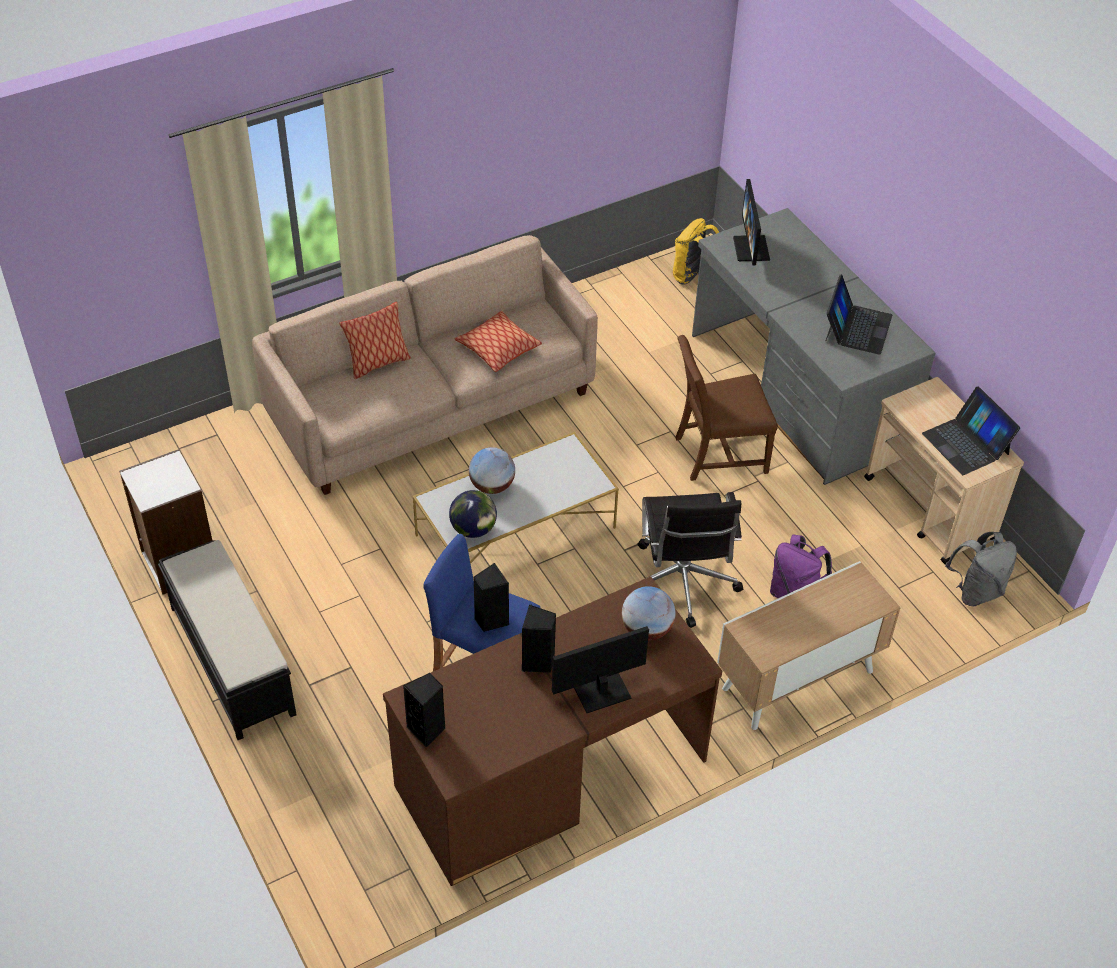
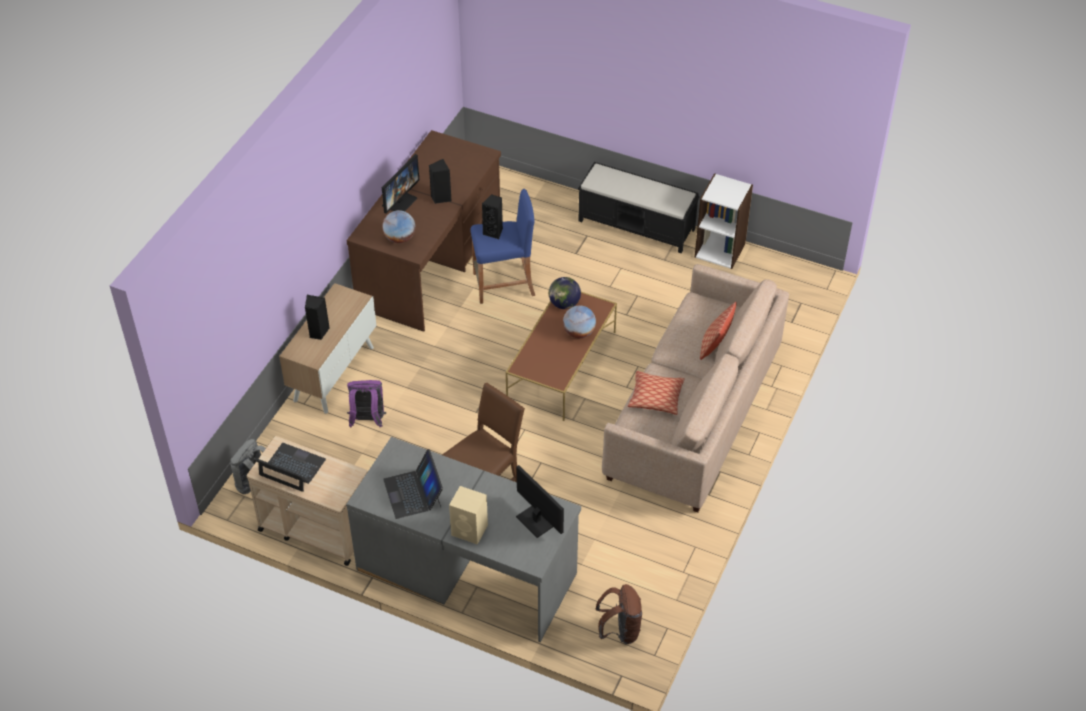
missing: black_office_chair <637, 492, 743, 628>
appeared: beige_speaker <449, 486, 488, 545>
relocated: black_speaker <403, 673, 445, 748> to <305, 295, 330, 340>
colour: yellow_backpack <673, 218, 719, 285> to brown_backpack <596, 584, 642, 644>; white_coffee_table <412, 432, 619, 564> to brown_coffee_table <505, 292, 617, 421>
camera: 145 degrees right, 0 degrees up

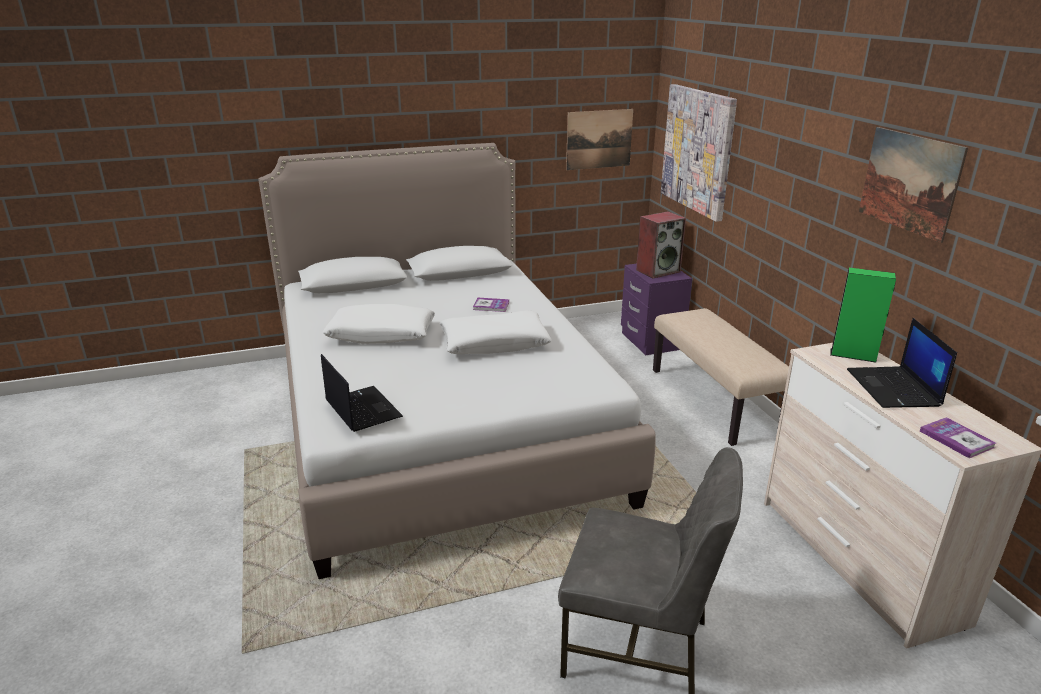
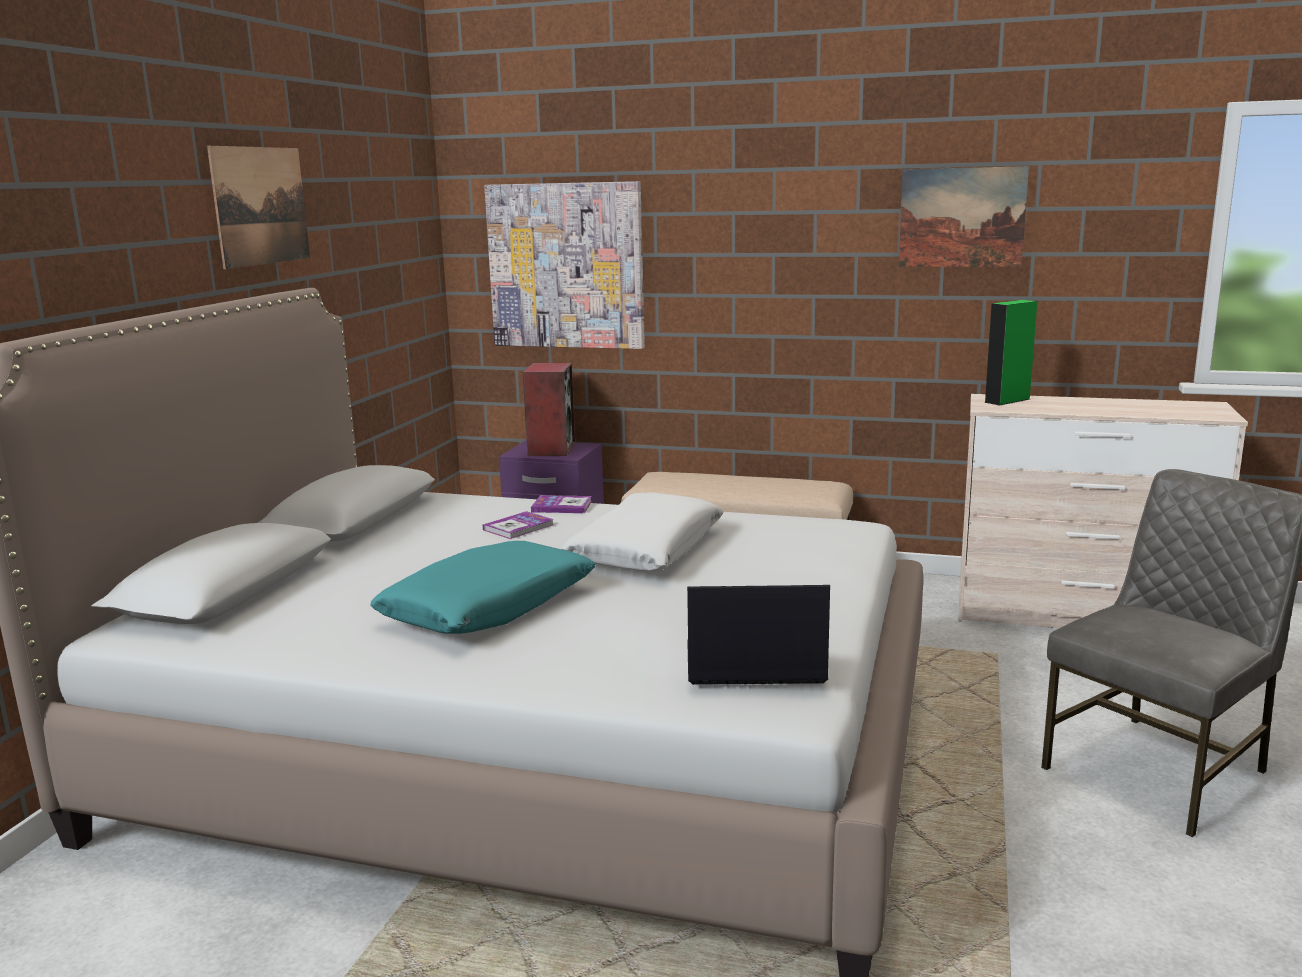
missing: laptop <847, 318, 957, 408>
relocated: picture <566, 109, 633, 170> to <207, 146, 310, 269>; book <920, 417, 996, 458> to <531, 495, 592, 513>
colour: white_pillow <322, 304, 435, 344> to turquoise_pillow <370, 541, 596, 634>
camera: 55 degrees left, 10 degrees down

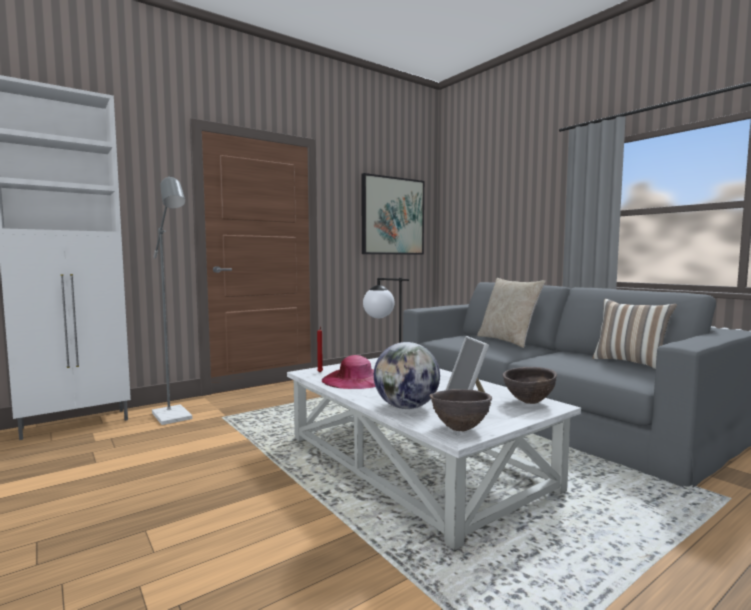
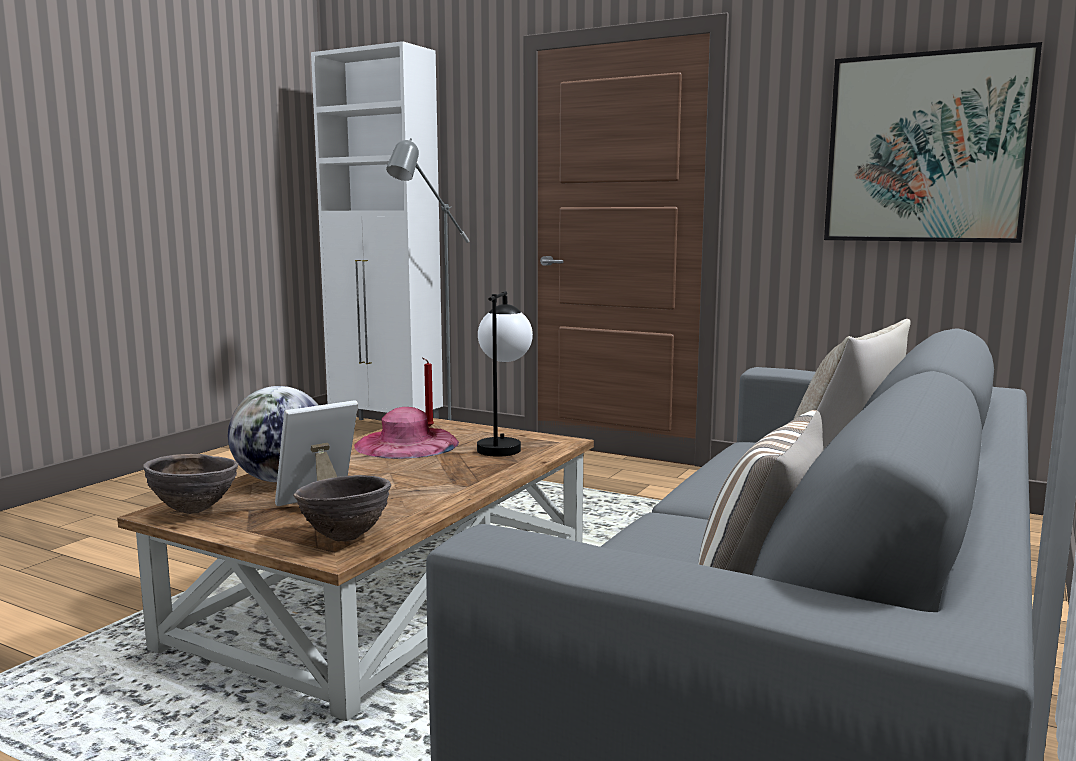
colour: white_coffee_table <287, 358, 581, 550> to brown_coffee_table <117, 418, 594, 721>
camera: 65 degrees right, 5 degrees up

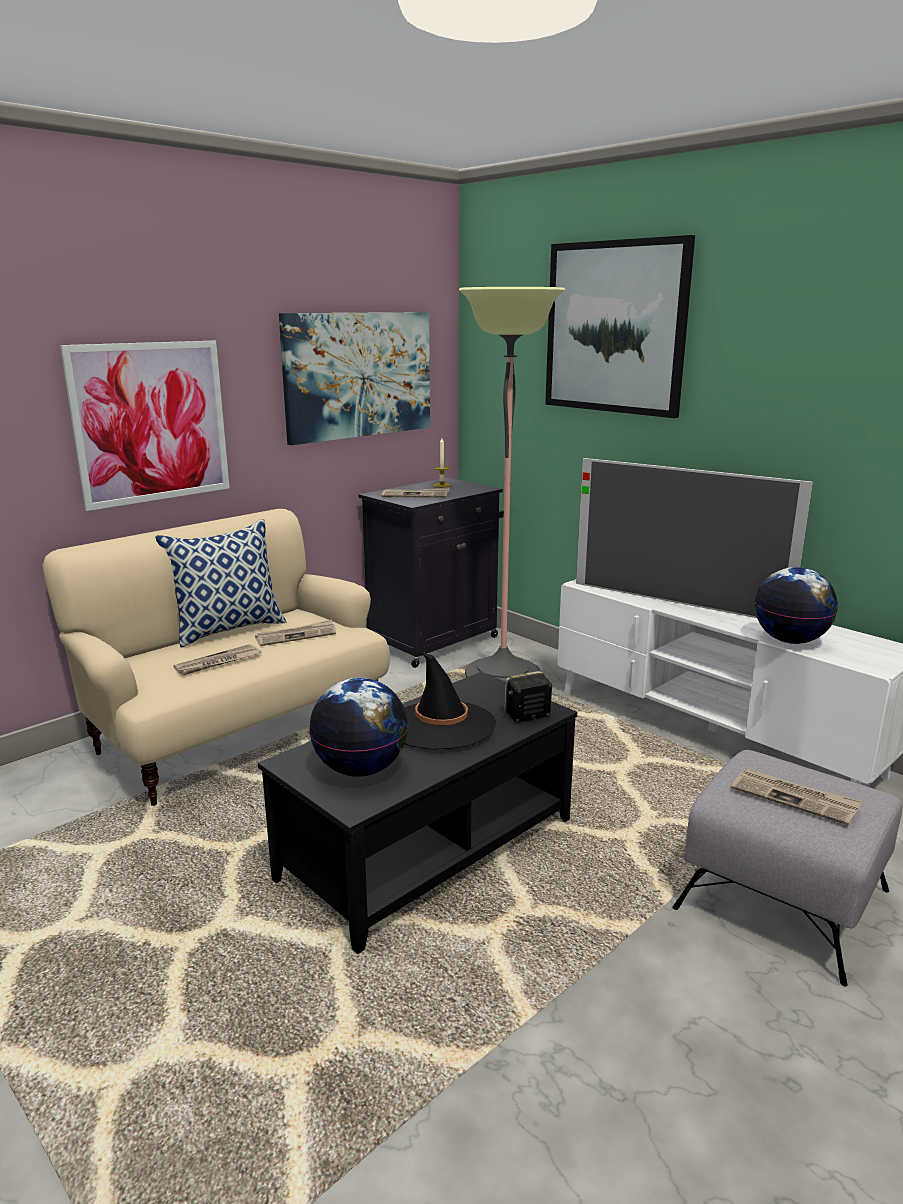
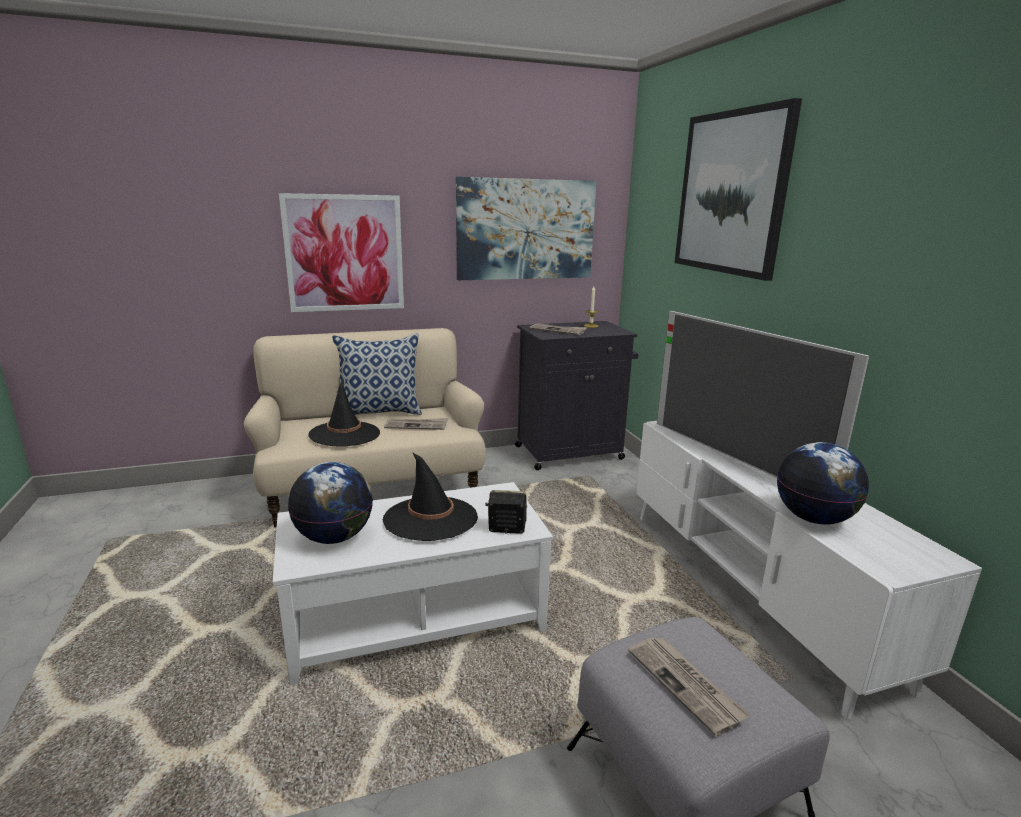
missing: floor_lamp <459, 287, 565, 682>
exchanged: newspaper <174, 644, 261, 675> to black_hat <308, 381, 380, 447>
colour: black_coffee_table <258, 672, 577, 954> to white_coffee_table <273, 482, 553, 685>
camera: 25 degrees right, 0 degrees up

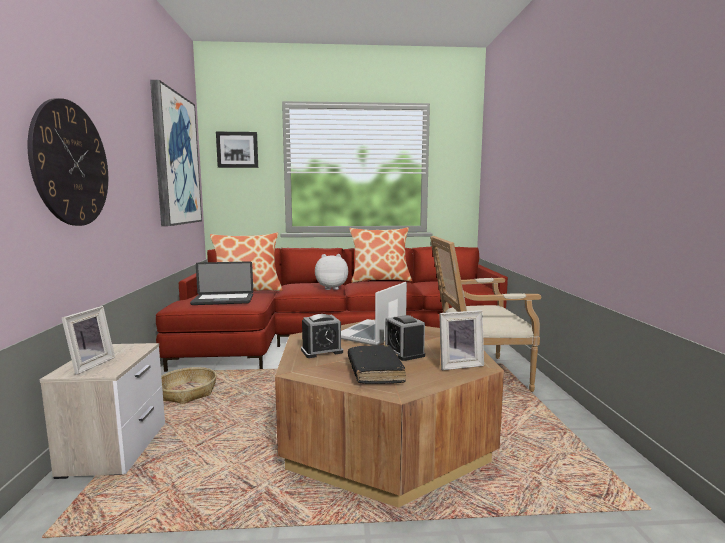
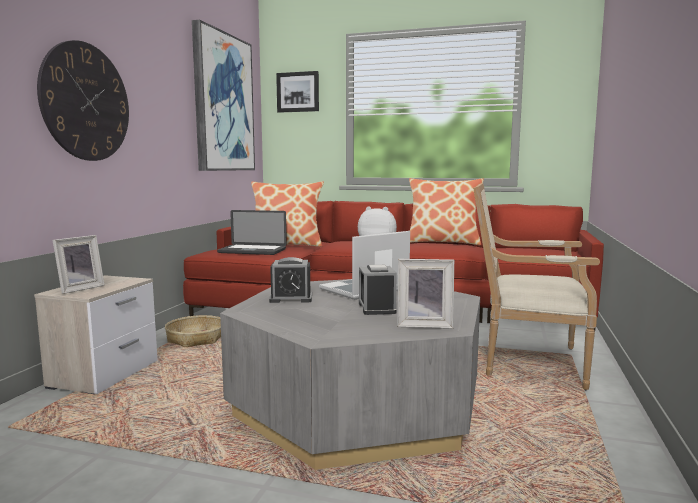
missing: black_book <348, 345, 406, 384>
colour: brown_coffee_table <275, 319, 504, 508> to grey_coffee_table <220, 279, 480, 470>
camera: 20 degrees right, 0 degrees up

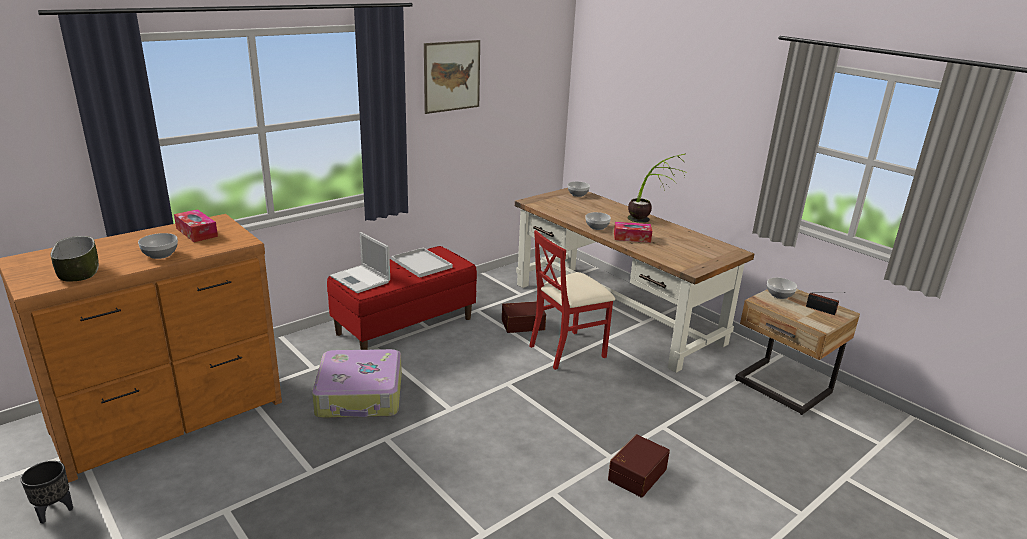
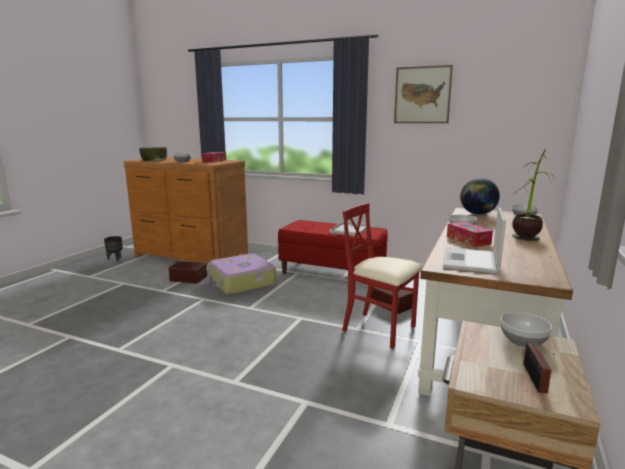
appeared: globe <460, 178, 500, 215>
relocated: laptop <330, 232, 390, 293> to <443, 207, 506, 274>; brown_storage_box <608, 434, 670, 498> to <168, 261, 207, 283>
camera: 65 degrees right, 10 degrees down

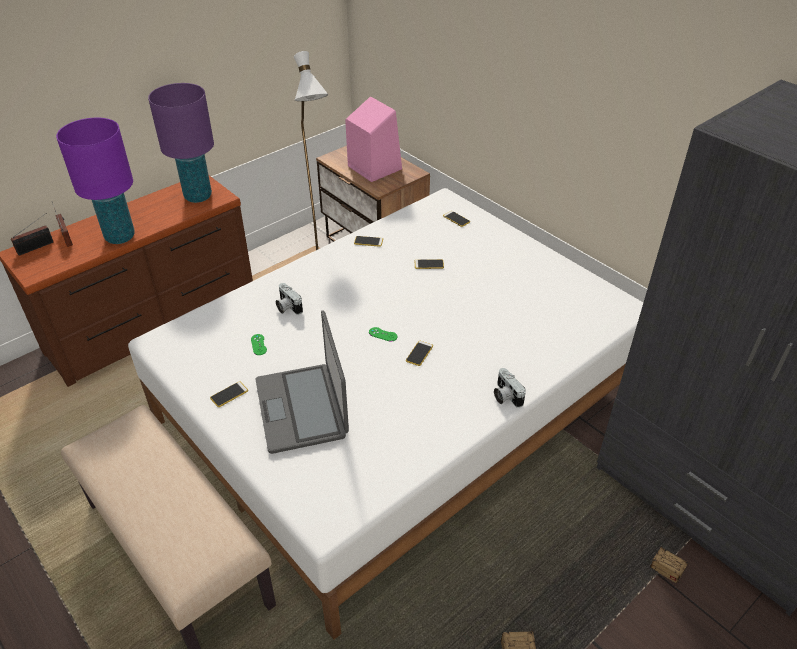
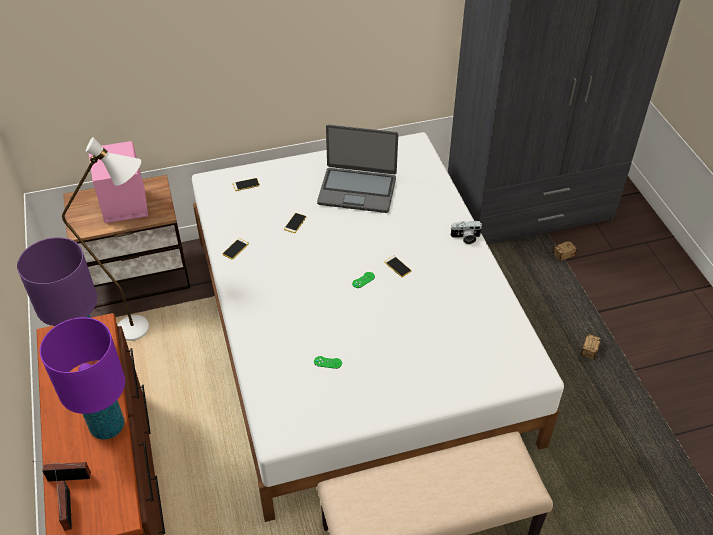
missing: photo_camera <276, 283, 303, 315>; phone <210, 381, 248, 407>
relocated: laptop <255, 310, 349, 454> to <317, 125, 398, 213>
camera: 65 degrees left, 5 degrees up

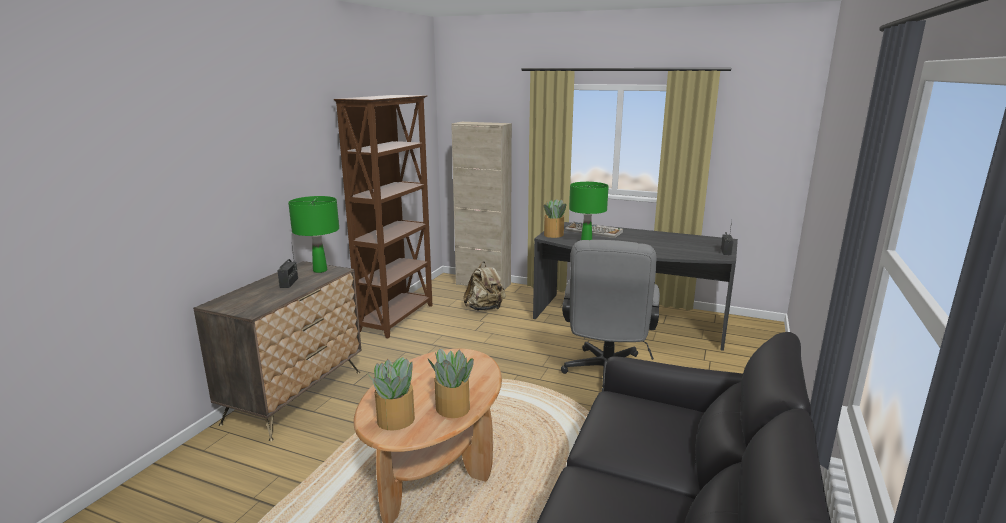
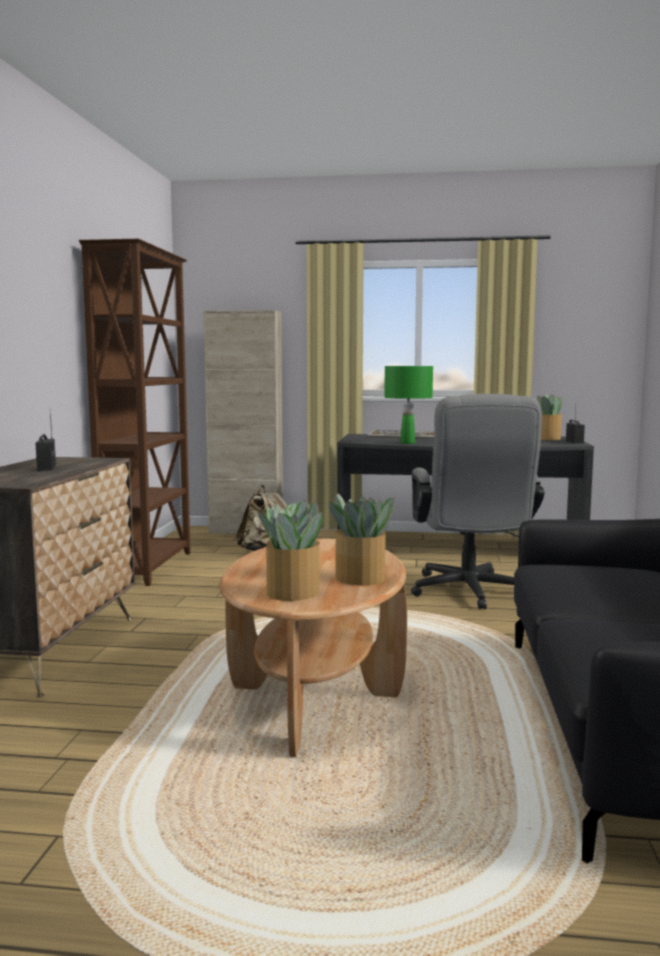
missing: green_table_lamp <288, 196, 339, 273>
relocated: potted_plant <543, 199, 566, 238> to <537, 394, 563, 440>
camera: 15 degrees left, 10 degrees down

